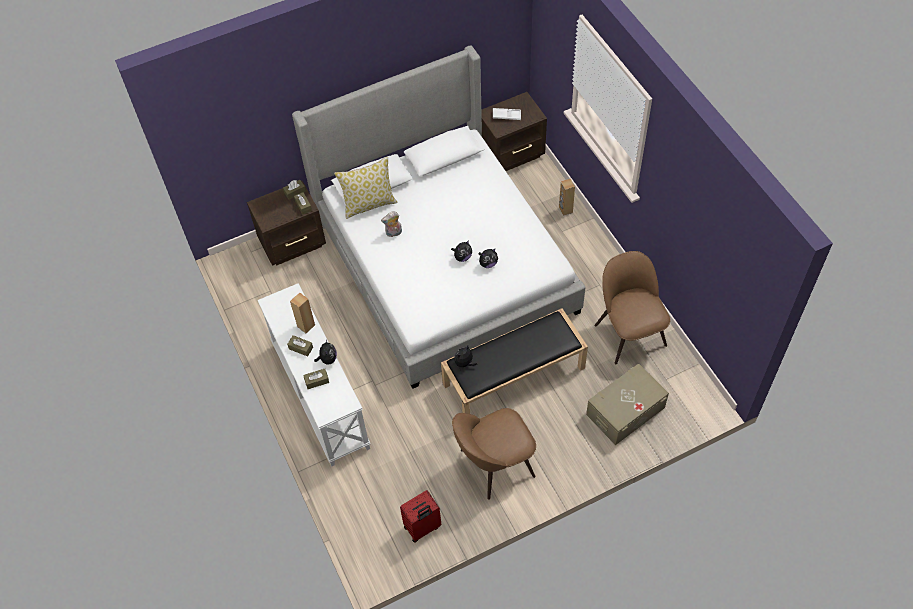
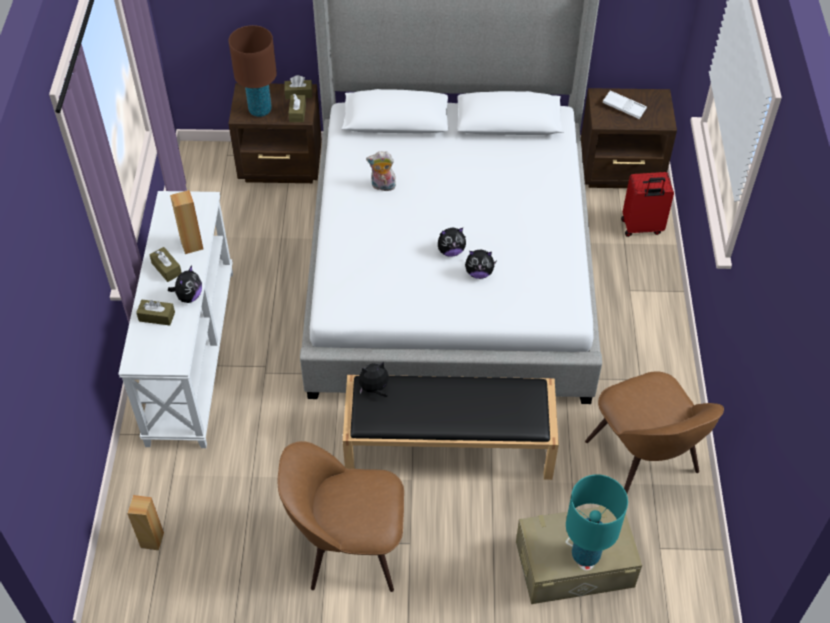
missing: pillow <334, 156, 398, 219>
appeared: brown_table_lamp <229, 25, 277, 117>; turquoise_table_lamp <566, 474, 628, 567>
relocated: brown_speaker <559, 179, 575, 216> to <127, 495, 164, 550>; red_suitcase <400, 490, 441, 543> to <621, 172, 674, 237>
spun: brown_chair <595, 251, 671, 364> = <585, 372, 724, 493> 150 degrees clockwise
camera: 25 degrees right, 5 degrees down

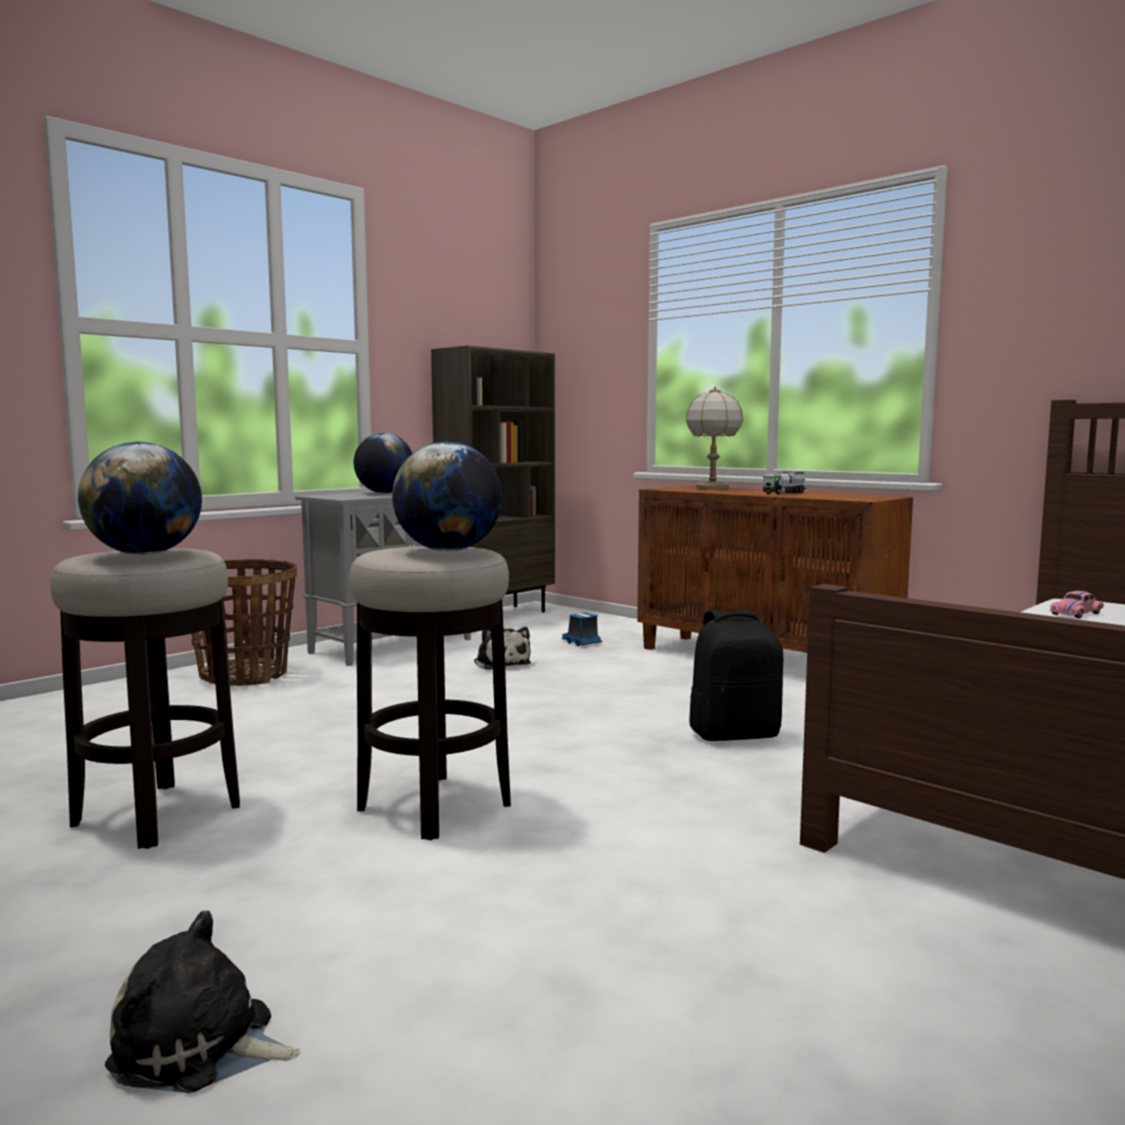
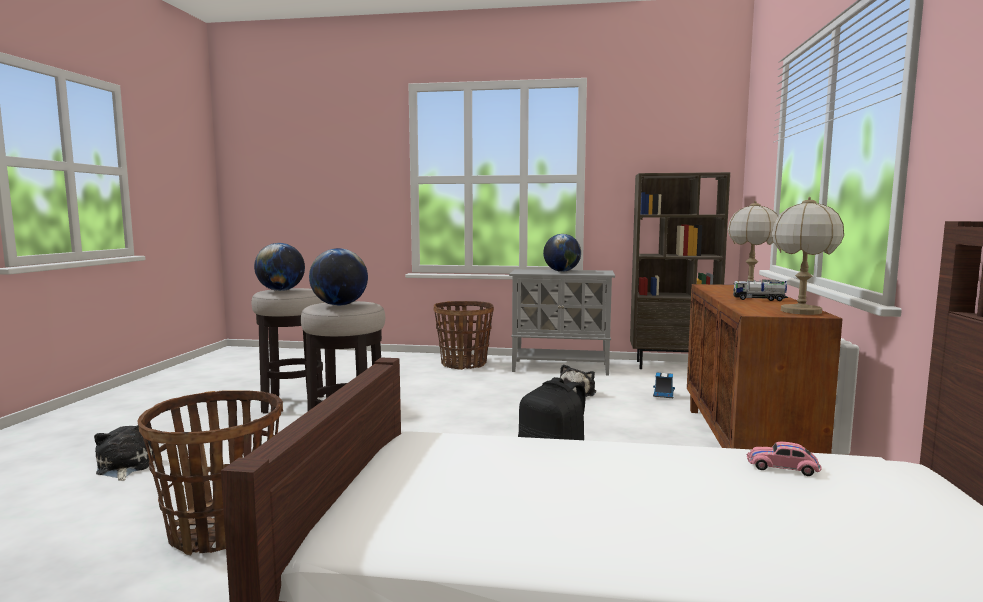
appeared: table_lamp <772, 197, 844, 315>; basket <138, 390, 283, 555>
camera: 55 degrees right, 0 degrees up

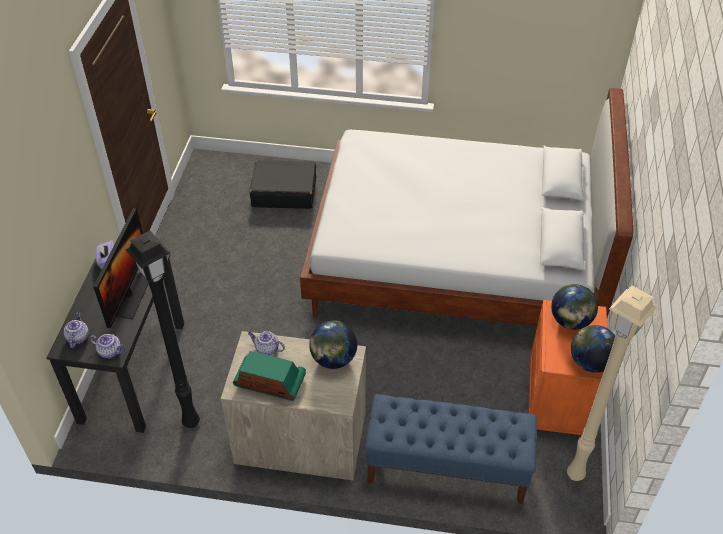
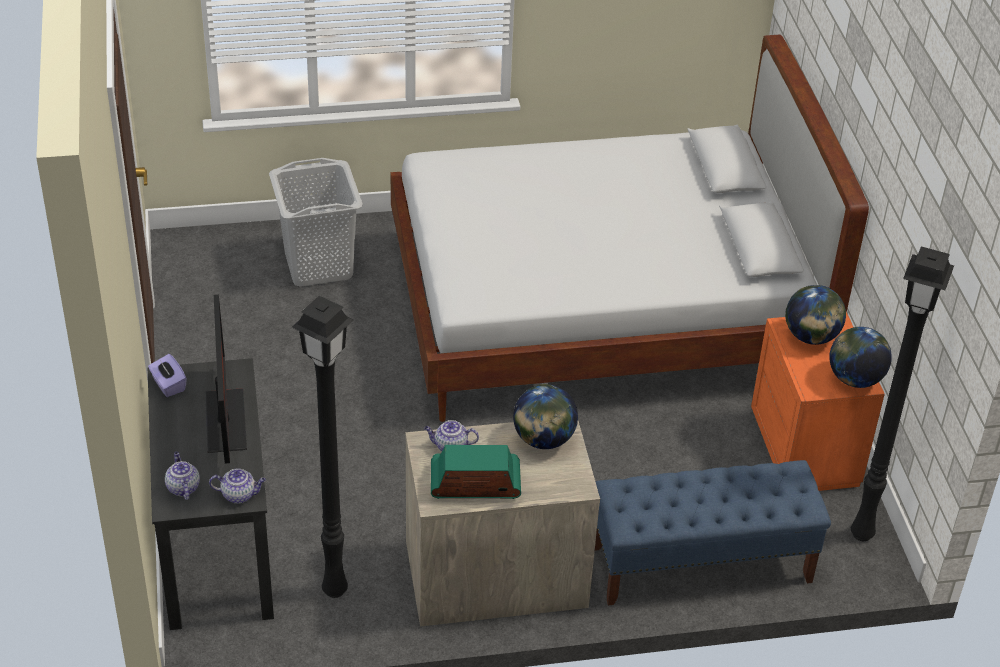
exchanged: black_suitcase <249, 160, 316, 209> to grey_laundry_basket <269, 158, 363, 287>
colour: beige_floor_lamp <567, 286, 658, 481> to black_floor_lamp <851, 246, 954, 541>
camera: 20 degrees left, 5 degrees down

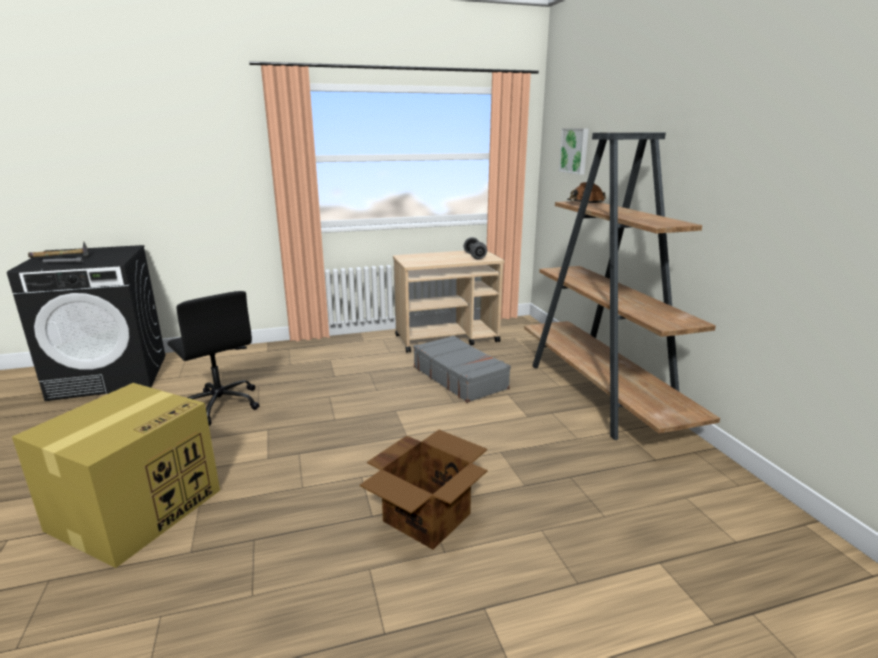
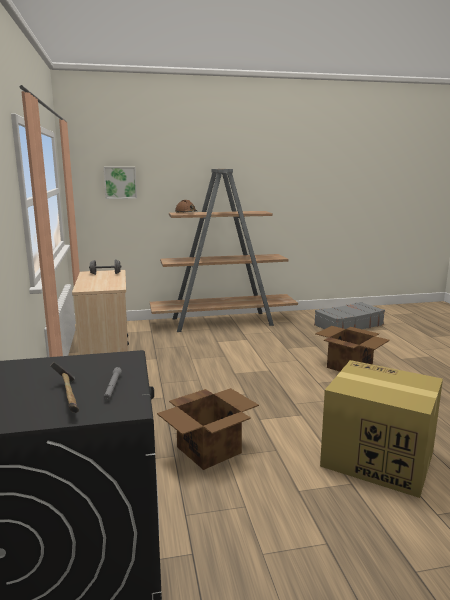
relocated: grey_suitcase <413, 336, 511, 403> to <314, 302, 385, 329>
exchanged: black_office_chair <167, 291, 259, 426> to cardboard_box <157, 388, 259, 470>
camera: 85 degrees left, 5 degrees down

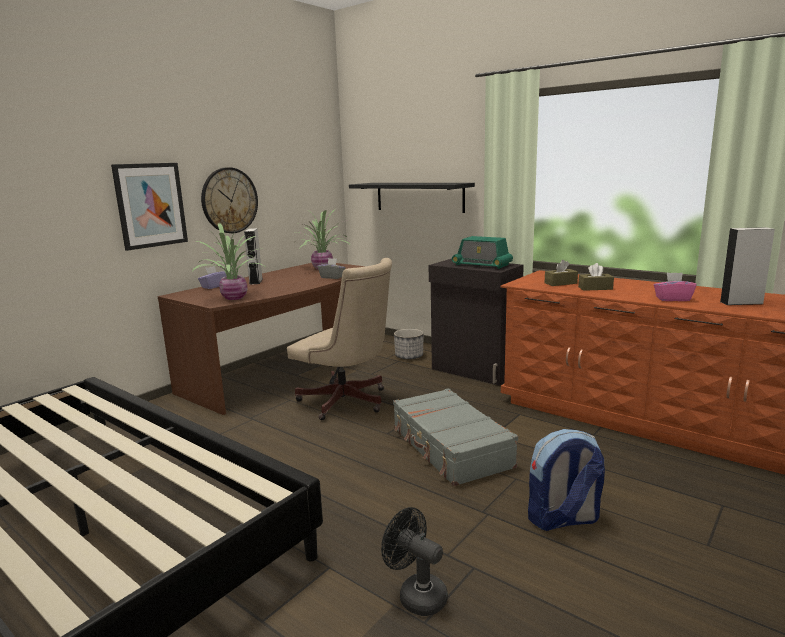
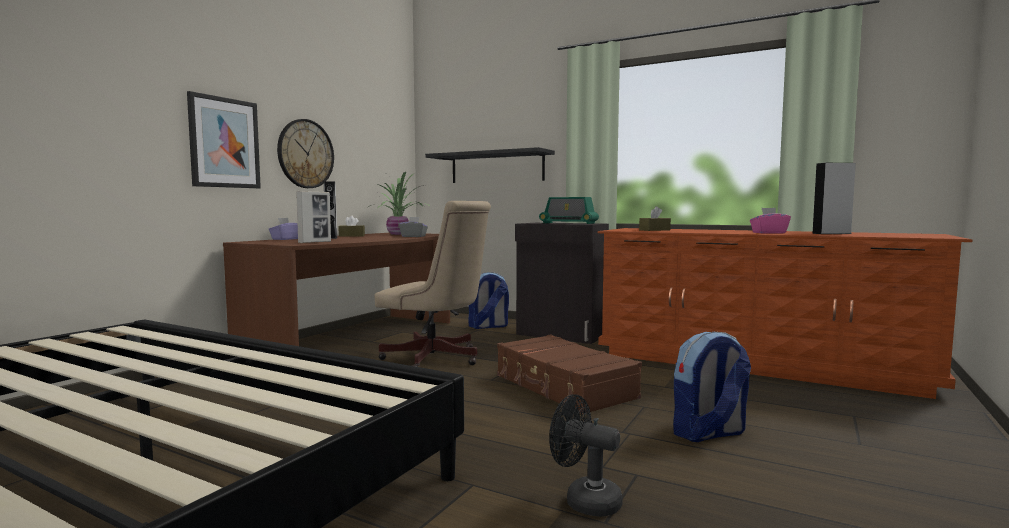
relocated: brown_tissue_box <578, 263, 614, 291> to <338, 215, 365, 237>
exchanged: potted_plant <191, 223, 266, 300> to picture_frame <296, 191, 331, 243>; planter <394, 329, 423, 359> to backpack <468, 272, 509, 329>
colour: grey_suitcase <393, 388, 518, 486> to brown_suitcase <497, 334, 642, 414>
camera: 10 degrees left, 10 degrees down

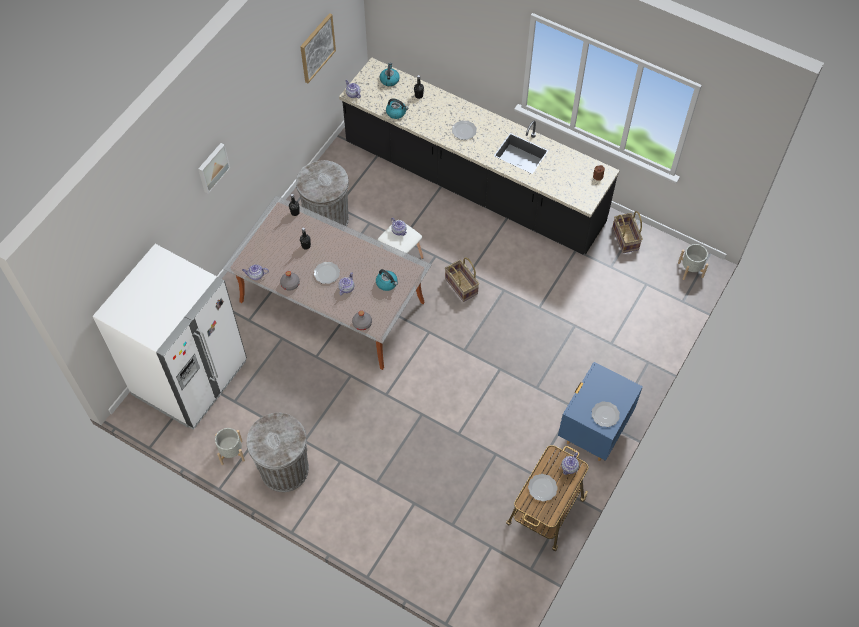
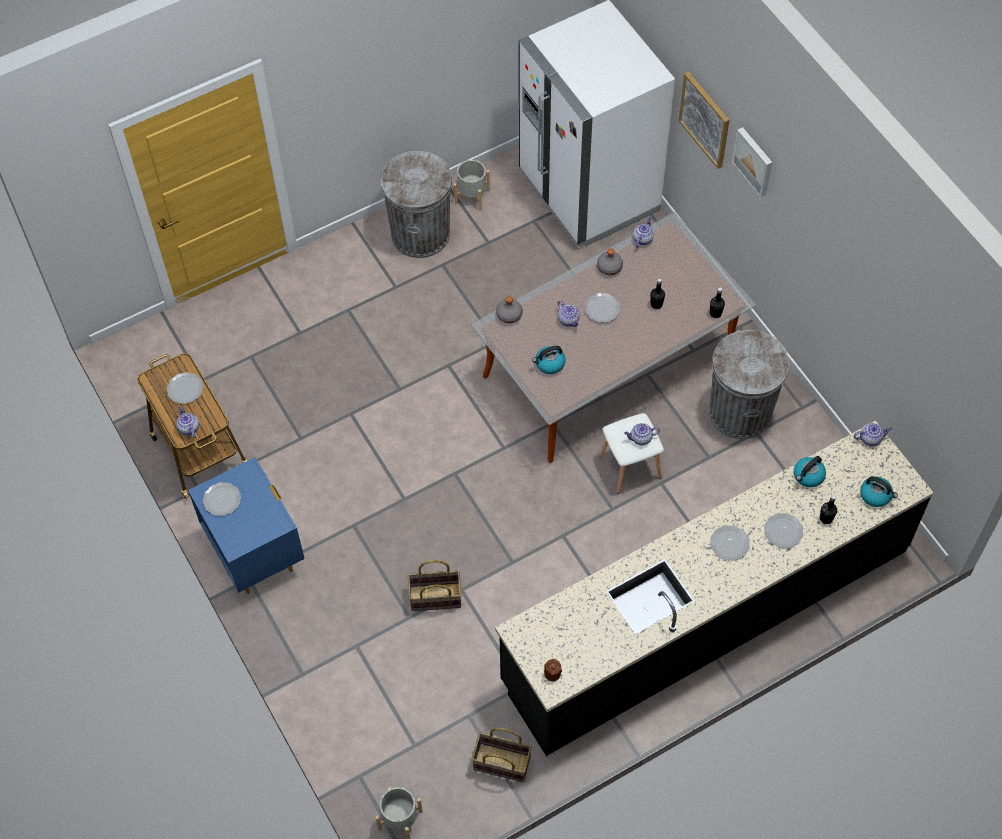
appeared: plate <764, 513, 803, 548>
relocated: picture <300, 13, 336, 83> to <679, 71, 730, 169>; basket <445, 257, 479, 302> to <408, 560, 461, 611>
camera: 120 degrees right, 0 degrees up

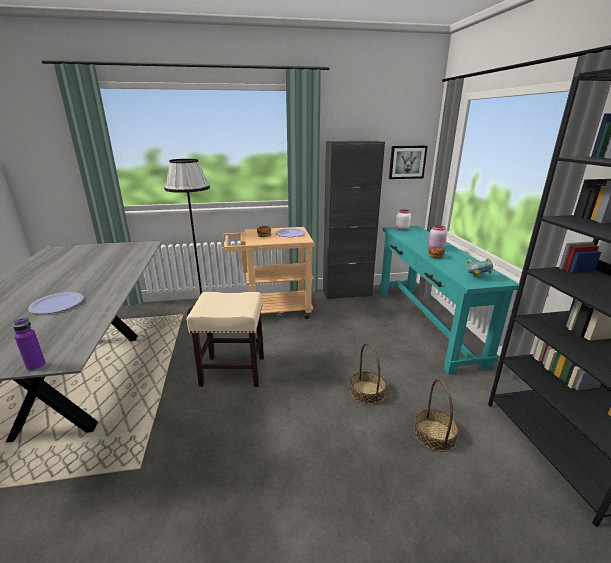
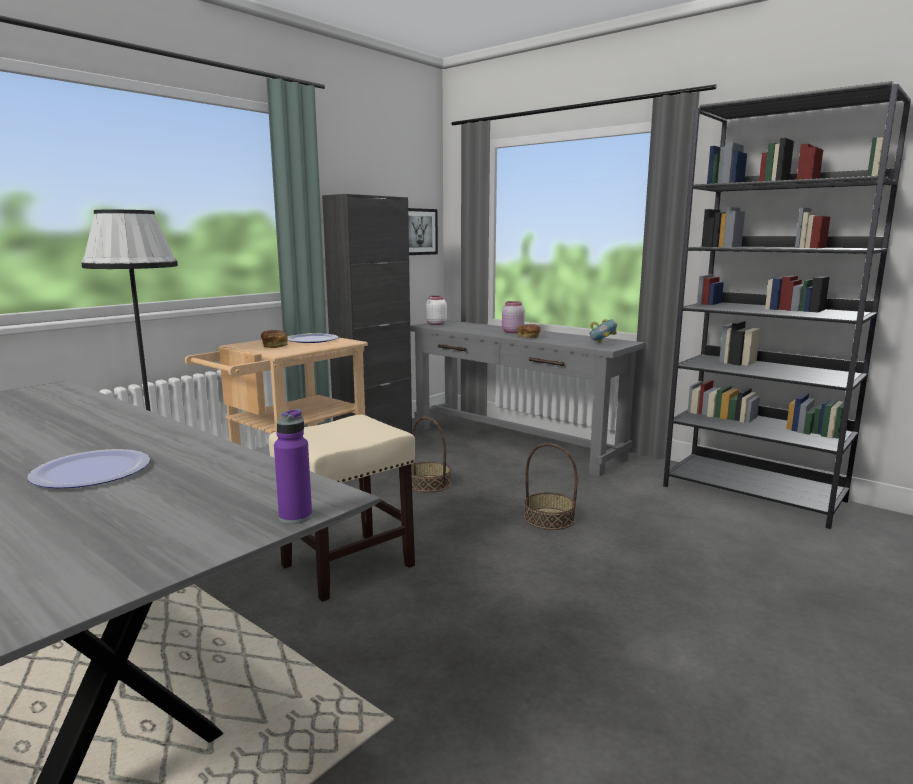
relocated: basket <414, 379, 459, 452> to <411, 417, 451, 492>
colour: turquoise_console_table <380, 226, 519, 375> to grey_console_table <410, 320, 645, 477>
camera: 40 degrees left, 10 degrees down

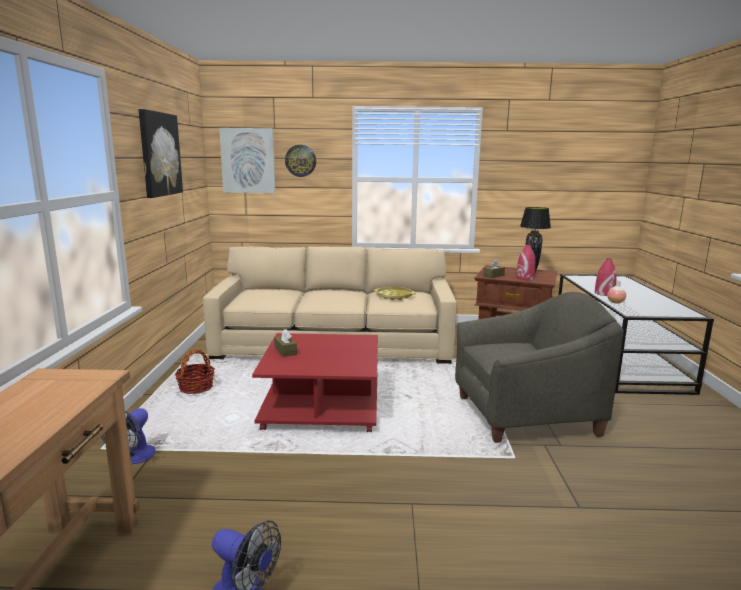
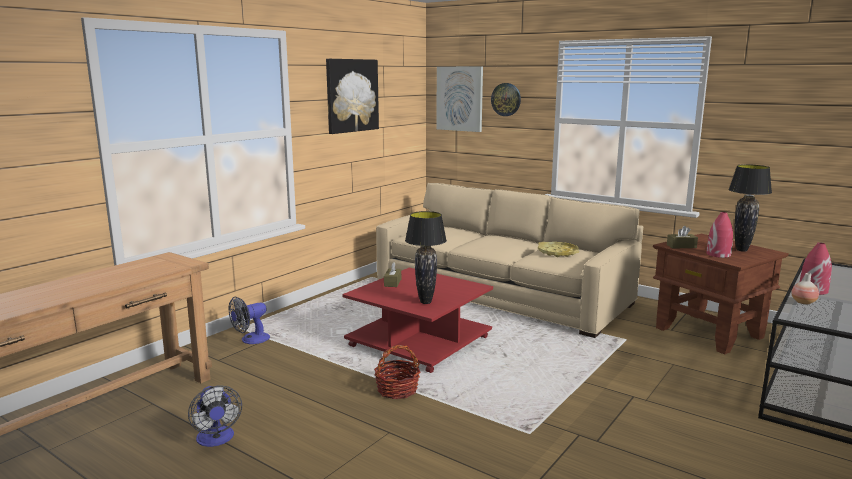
missing: grey_armchair <455, 292, 624, 443>
appeared: black_table_lamp <405, 211, 447, 304>
relocated: basket <175, 350, 215, 394> to <374, 345, 420, 399>
camera: 35 degrees right, 0 degrees up

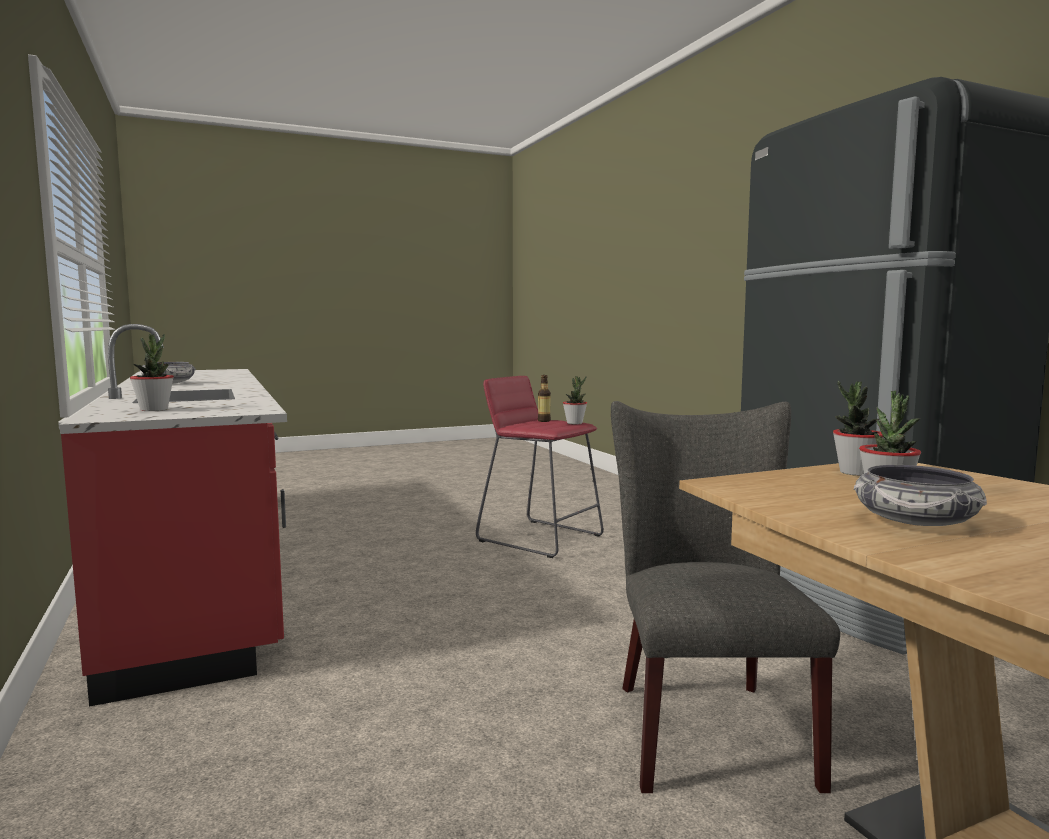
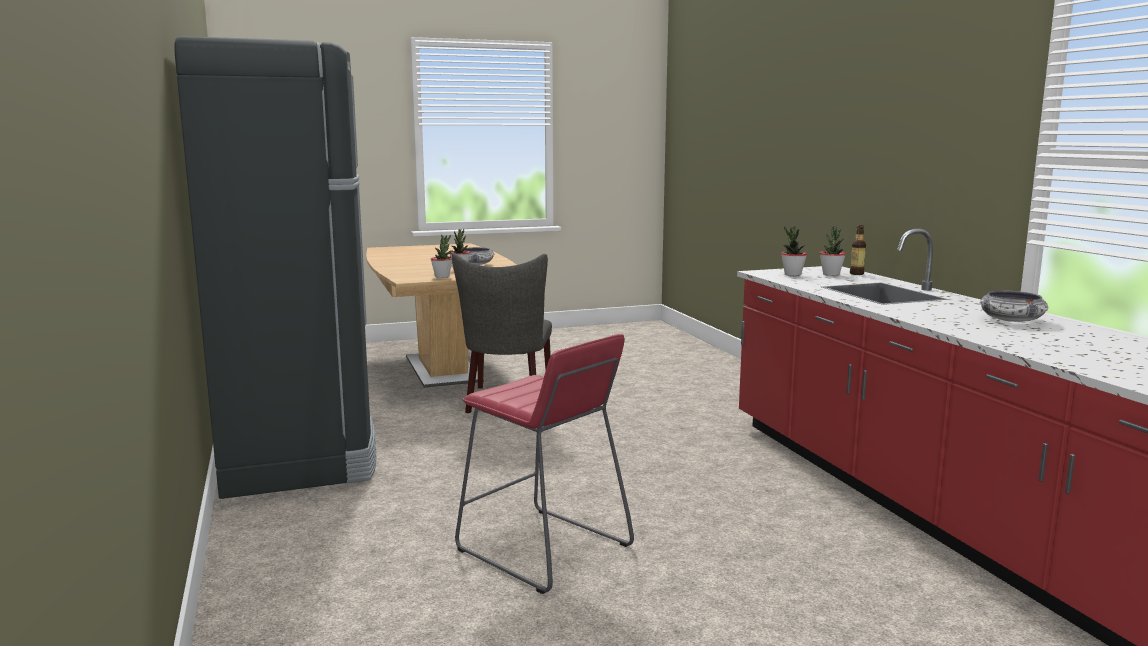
relocated: bottle <538, 375, 551, 422> to <850, 225, 866, 275>; potted_plant <563, 376, 587, 424> to <781, 226, 807, 276>
camera: 175 degrees left, 5 degrees up

